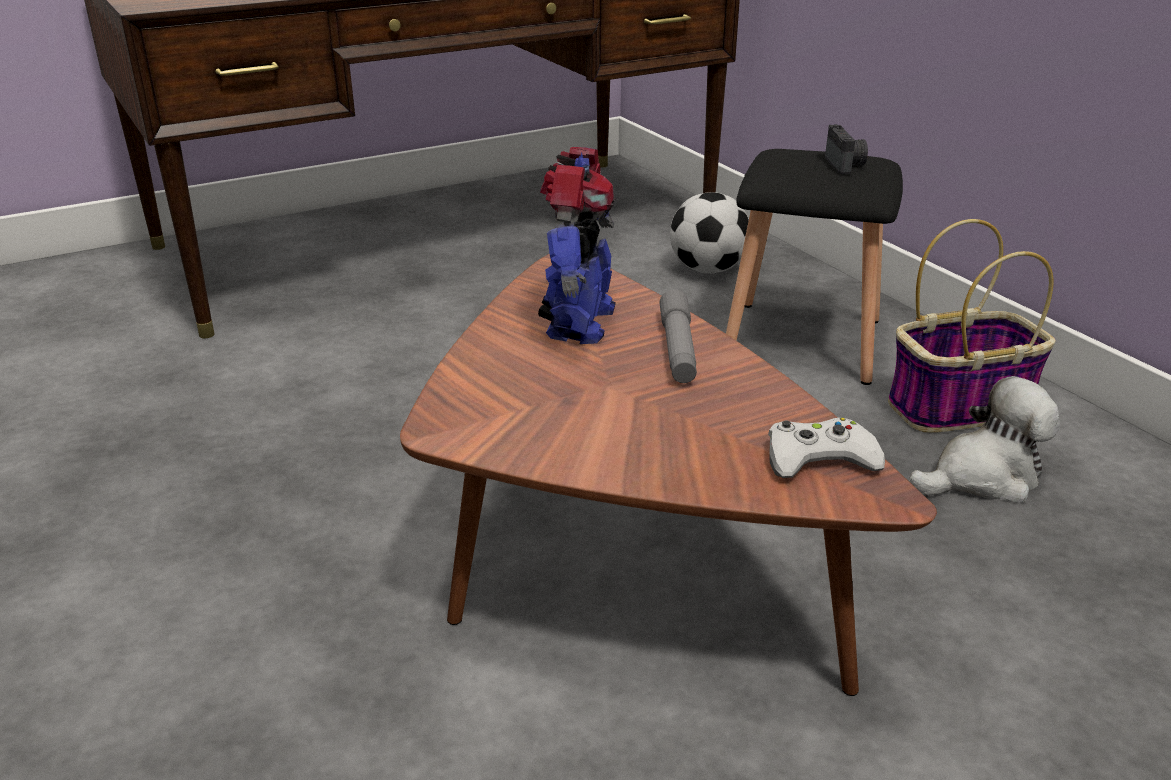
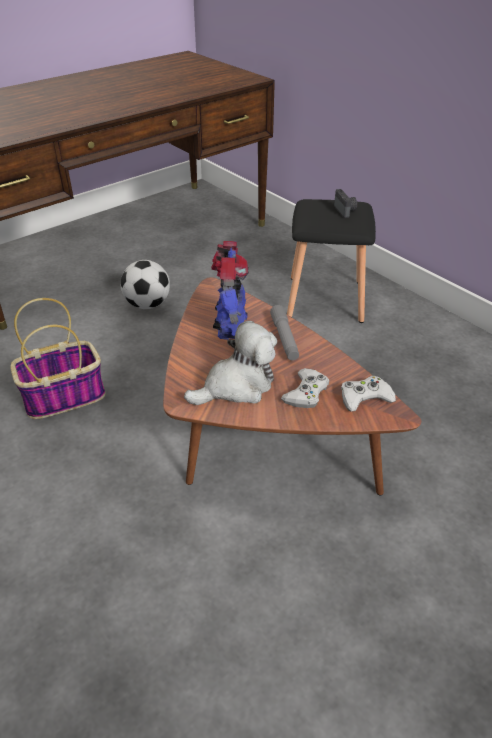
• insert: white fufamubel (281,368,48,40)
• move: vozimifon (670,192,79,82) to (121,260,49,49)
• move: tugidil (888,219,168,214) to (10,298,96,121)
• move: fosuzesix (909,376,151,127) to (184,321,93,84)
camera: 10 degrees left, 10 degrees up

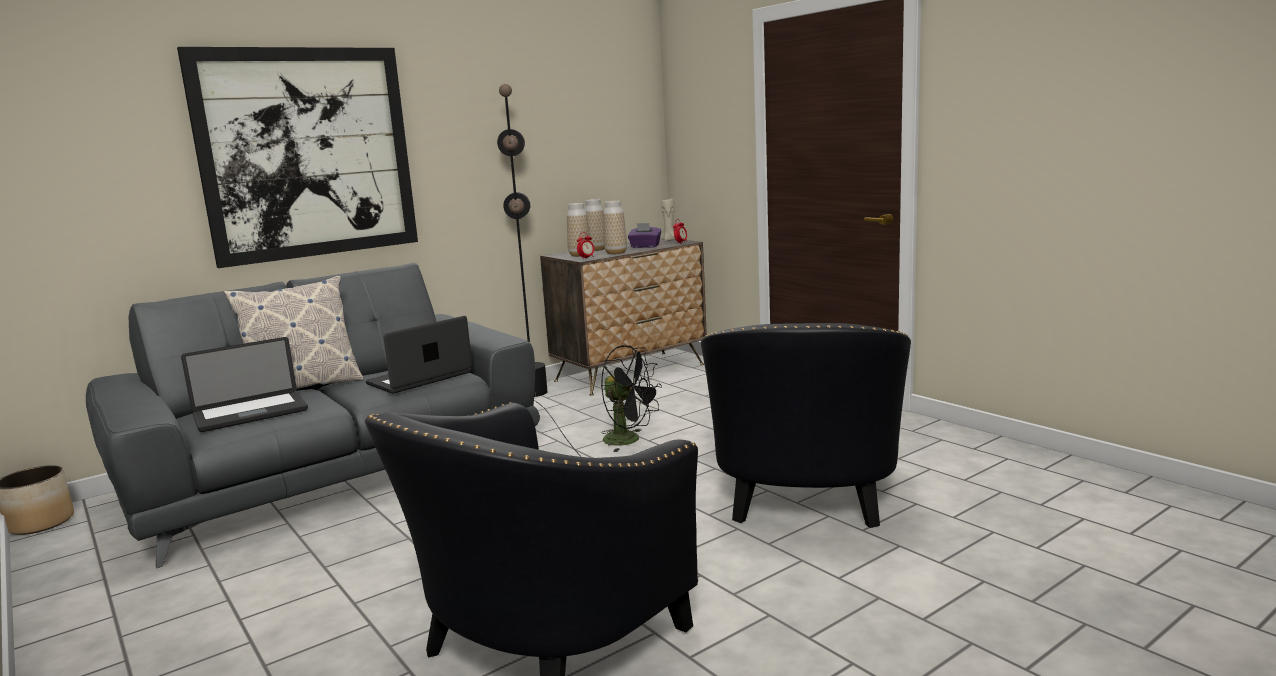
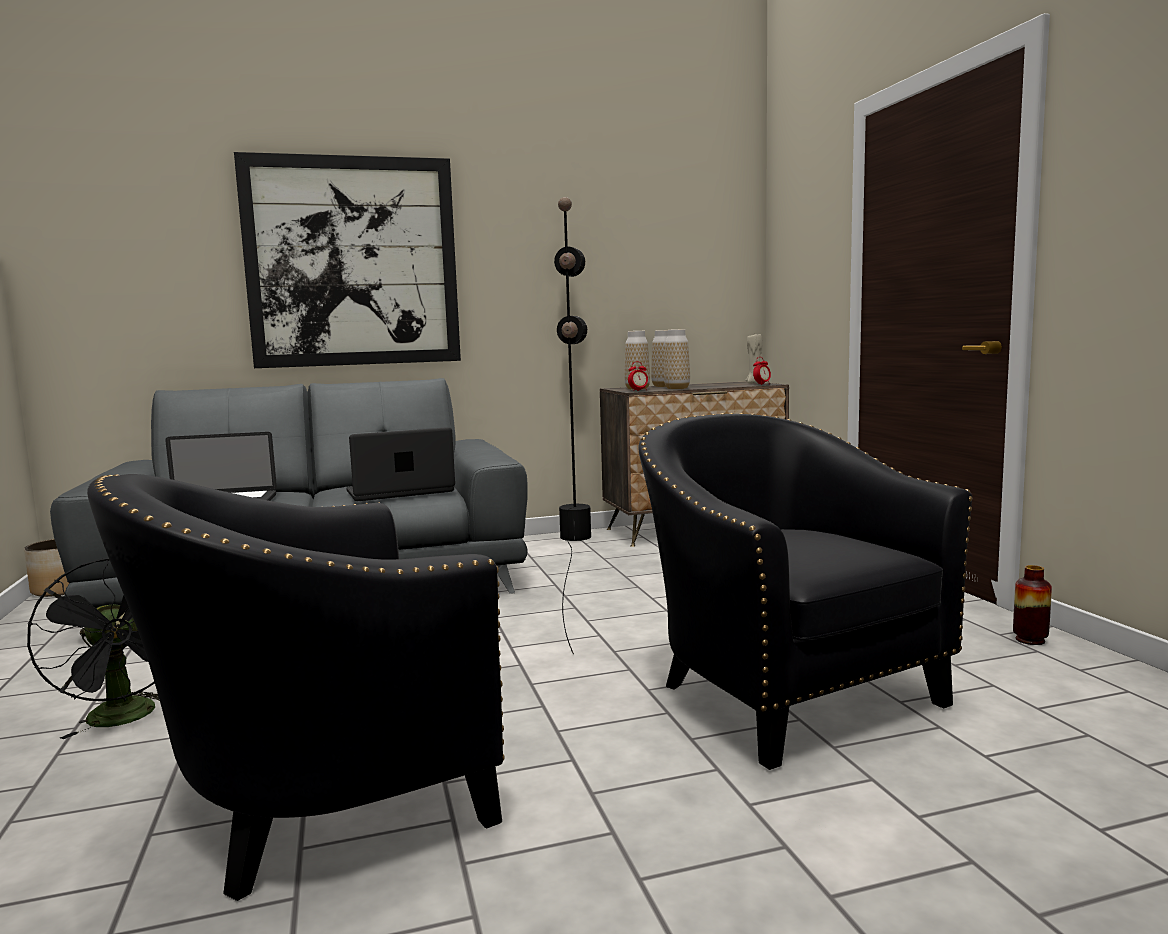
• delete: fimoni (224,276,139,113)
• delete: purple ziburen (628,223,33,25)
• insert: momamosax (1013,565,39,80)
• move: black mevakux (601,345,61,107) to (27,558,133,181)
• rotate: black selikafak (701,323,210,205) = (638,413,334,357) 120 degrees clockwise
camera: 20 degrees right, 5 degrees down

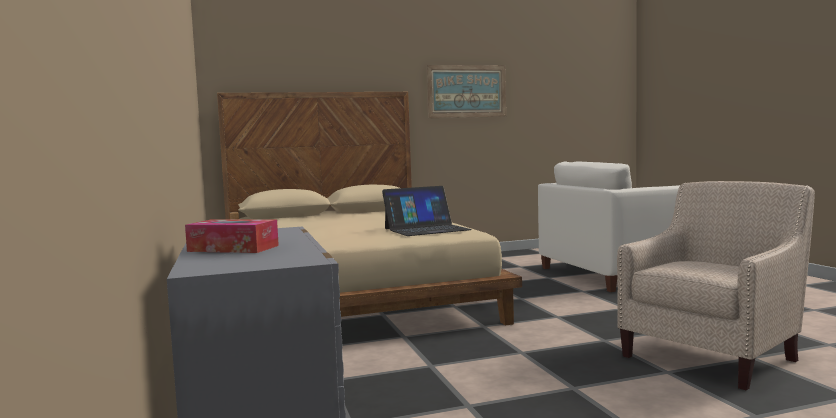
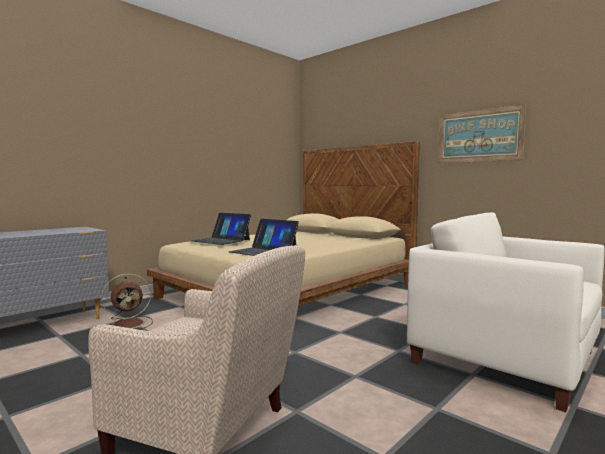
• delete: ziburen (185,220,94,33)
• insert: brown mevakux (101,274,52,56)
• insert: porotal (191,213,60,32)
camera: 60 degrees right, 0 degrees up

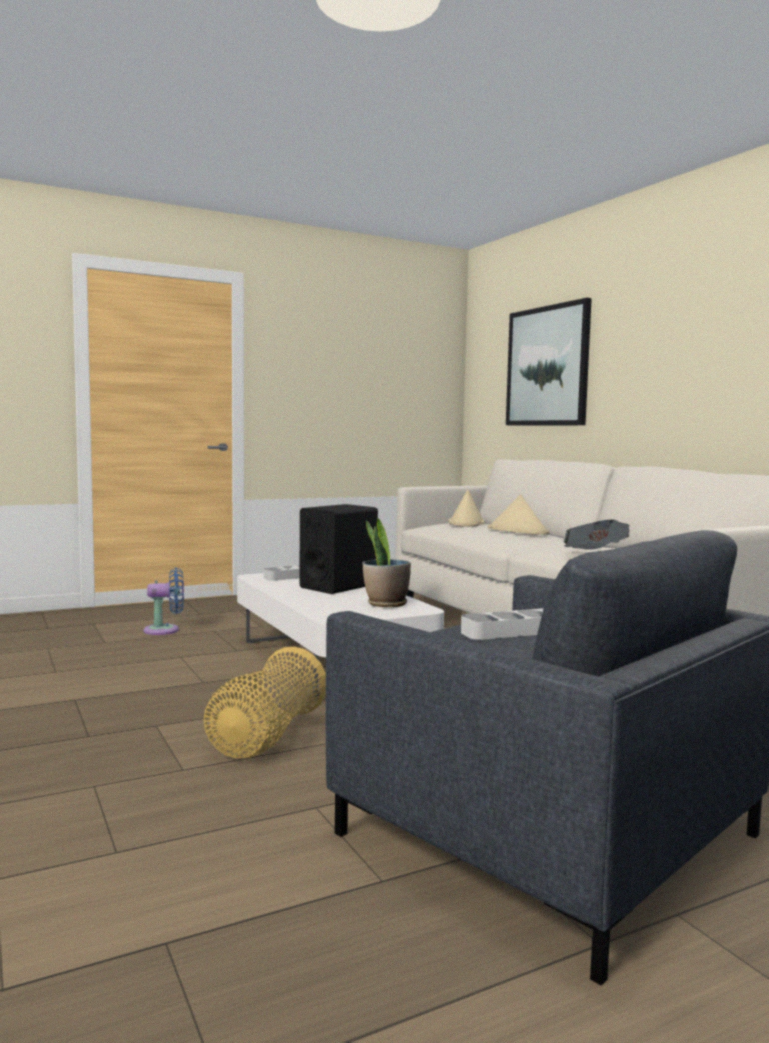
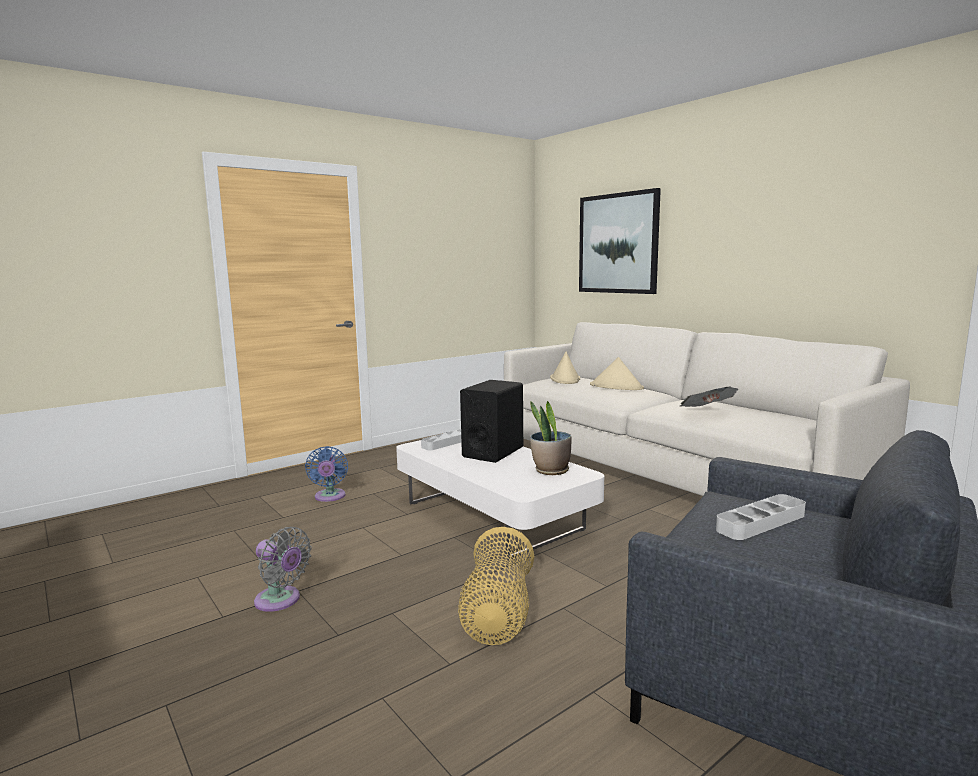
• insert: grey mevakux (254,527,58,85)
• rotate: blue mevakux (144,567,40,68) = (305,446,43,56) 105 degrees clockwise
camera: 10 degrees left, 5 degrees up

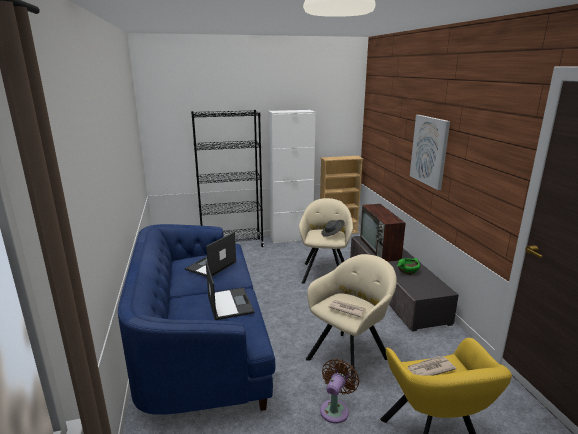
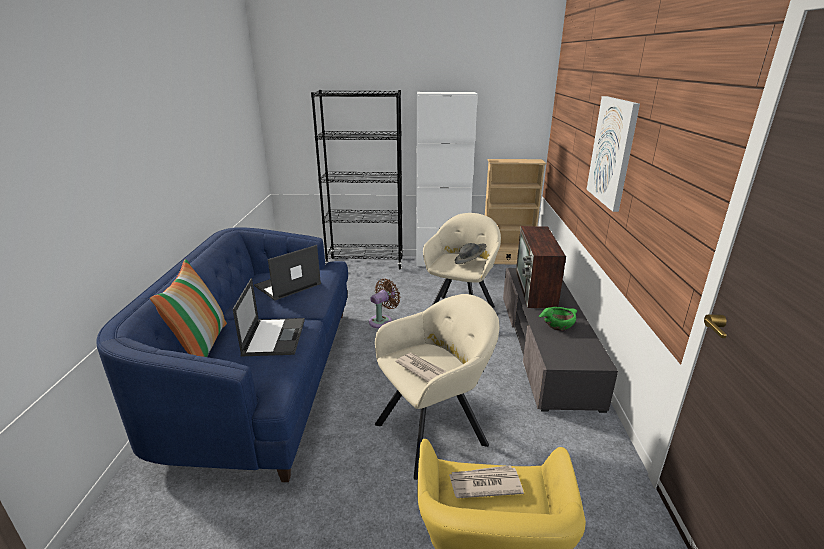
• insert: fimoni (150,259,77,98)
• move: brown mevakux (320,359,39,64) to (369,279,31,49)
camera: 15 degrees right, 5 degrees up

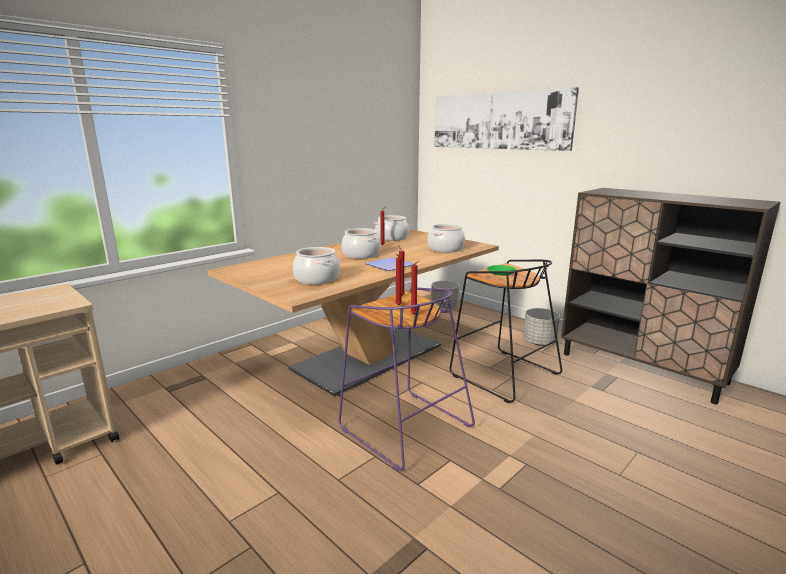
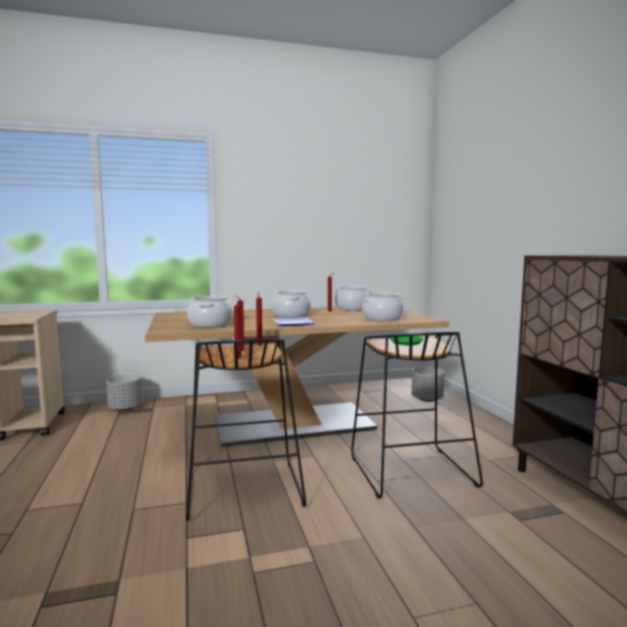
• delete: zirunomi (434,87,145,64)
• move: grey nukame (523,308,37,38) to (106,374,37,37)
• recolor: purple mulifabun (339,288,136,183) to black mulifabun (186,339,120,182)
camera: 30 degrees right, 10 degrees down

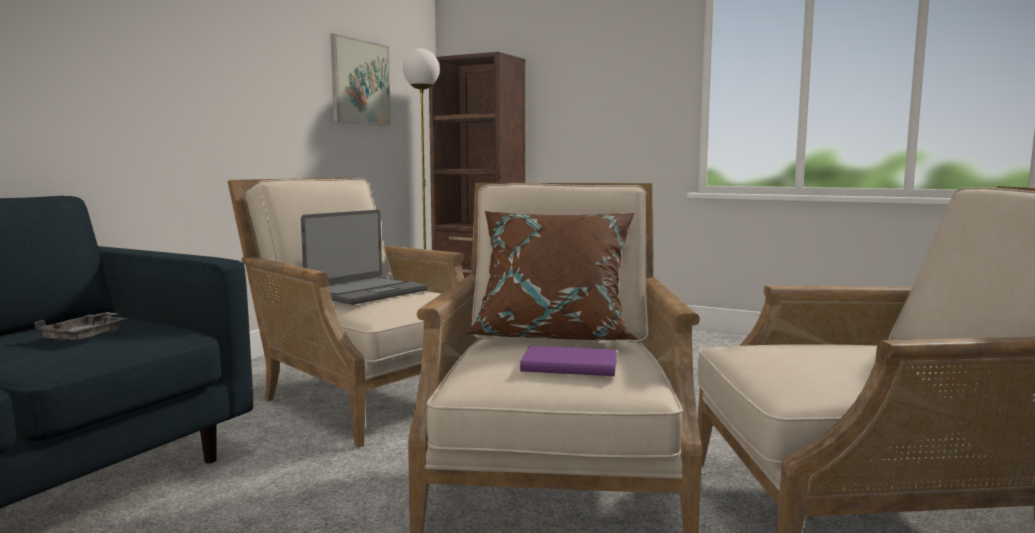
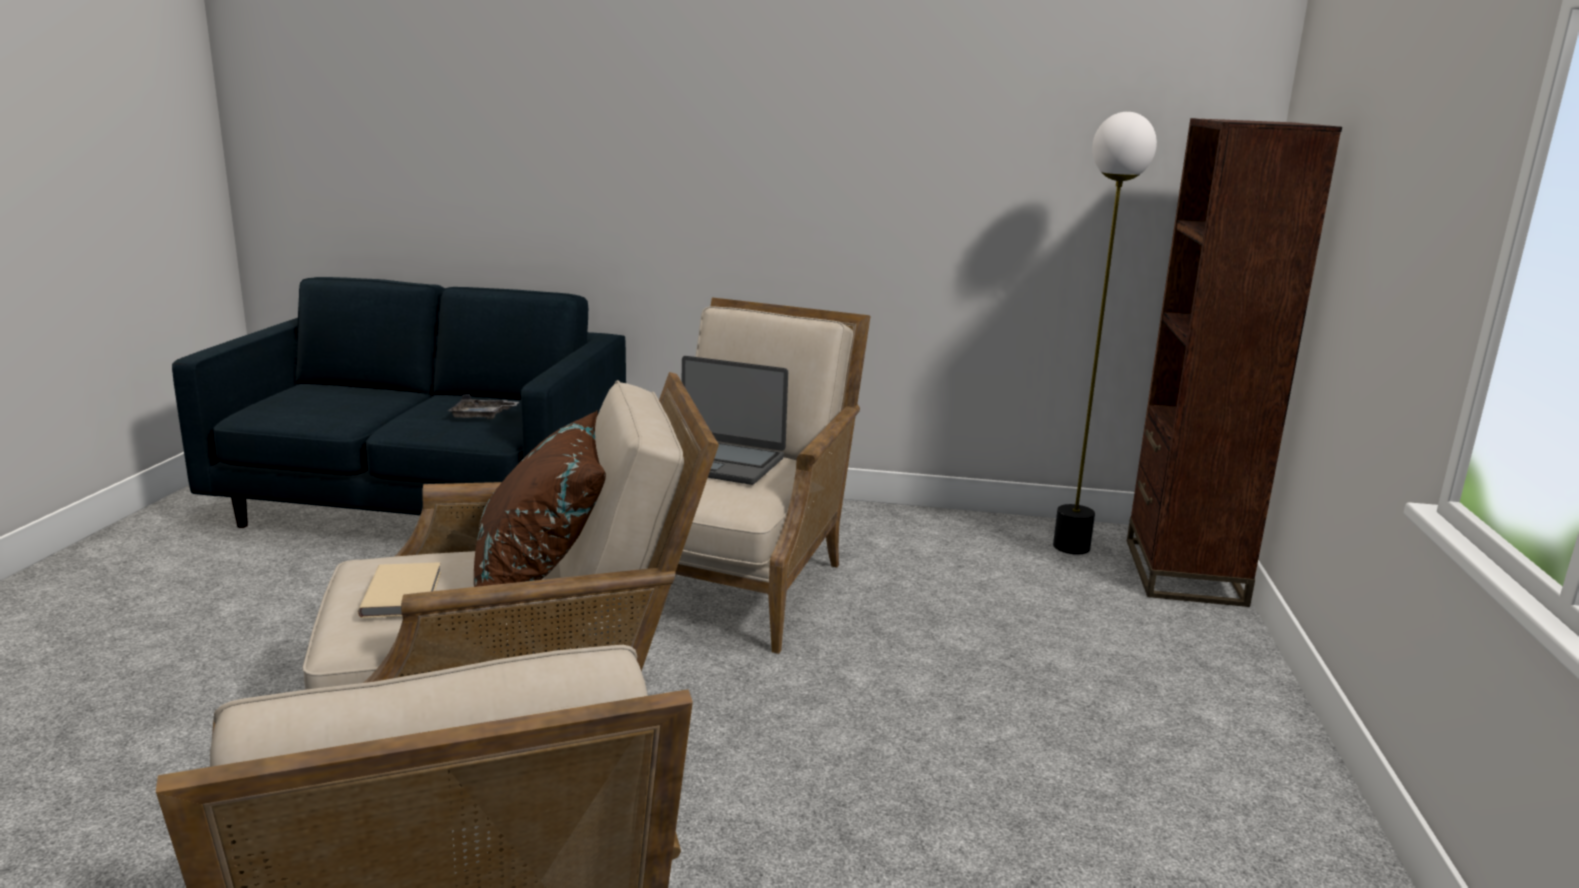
• delete: zirunomi (330,33,61,93)
• recolor: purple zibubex (520,346,97,30) to beige zibubex (358,562,83,56)
camera: 70 degrees right, 10 degrees up

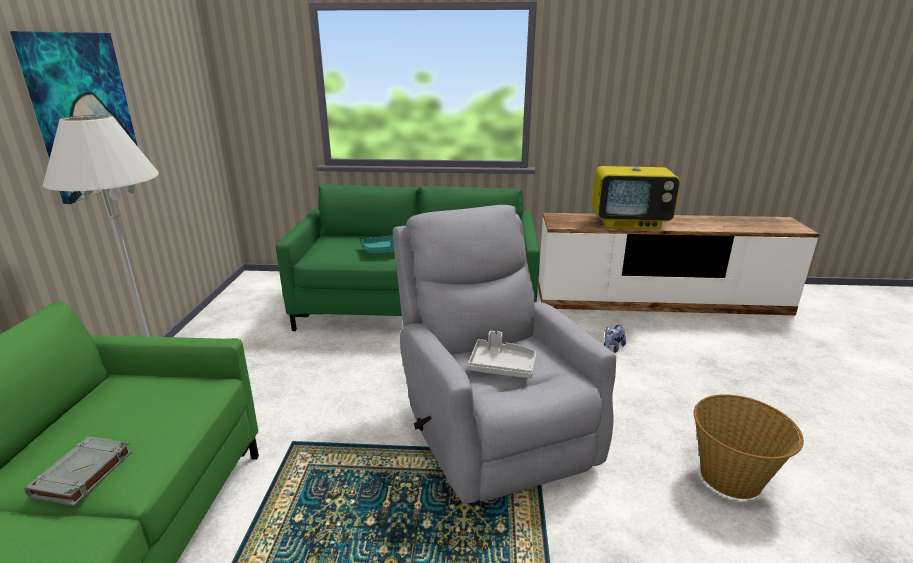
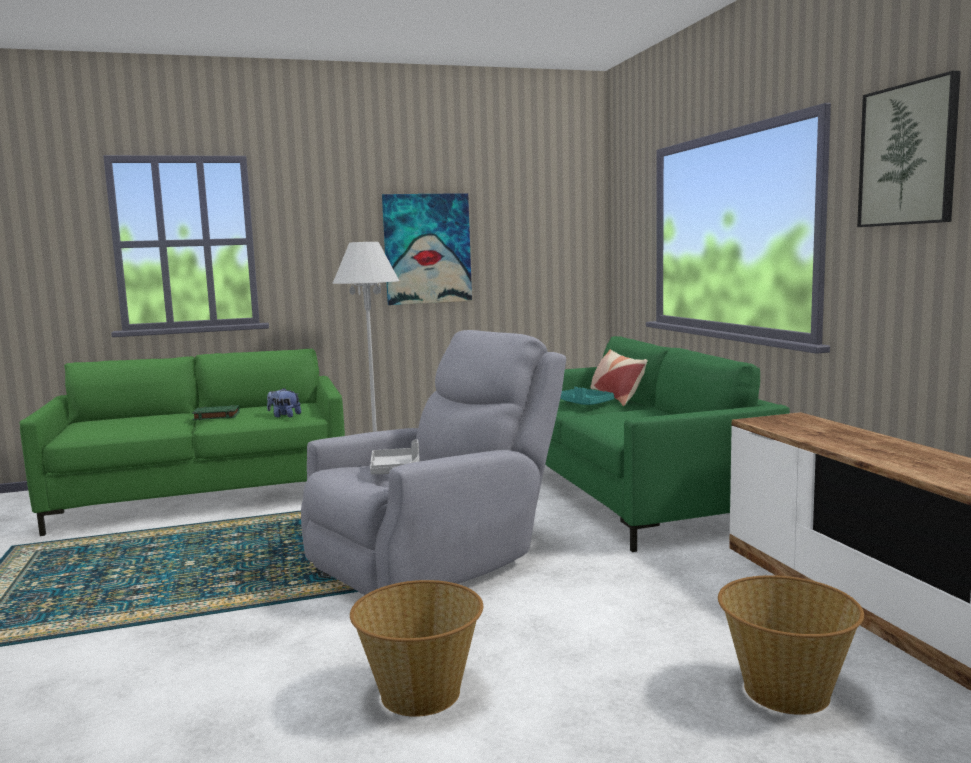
• delete: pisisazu (592,136,88,93)
• insert: fimoni (590,349,58,57)
• insert: tugidil (718,575,146,140)
• insert: zirunomi (857,71,104,156)
• move: fosuzesix (604,324,22,29) to (267,388,34,29)
• recolor: grey zibubex (24,436,108,70) to green zibubex (192,405,48,15)
camera: 70 degrees right, 15 degrees down

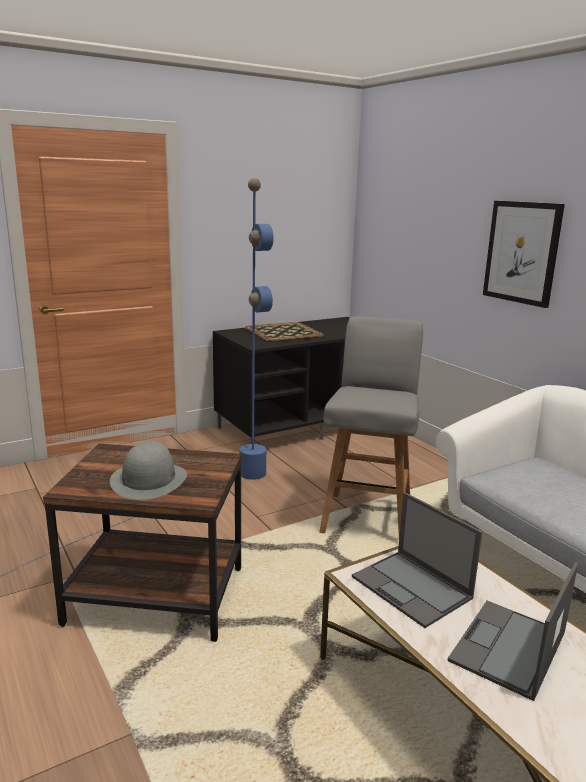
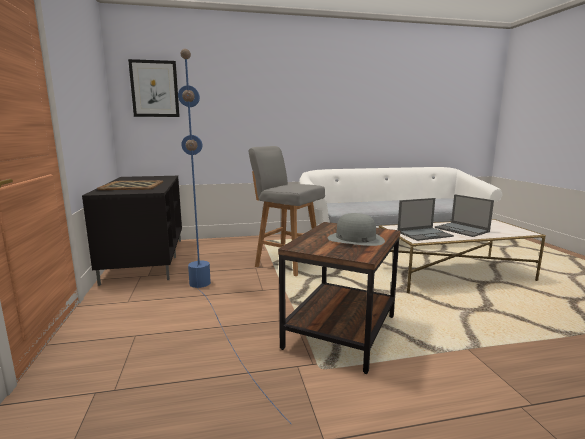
• move: zirunomi (483,201,82,107) to (128,59,52,58)
camera: 70 degrees left, 5 degrees down

